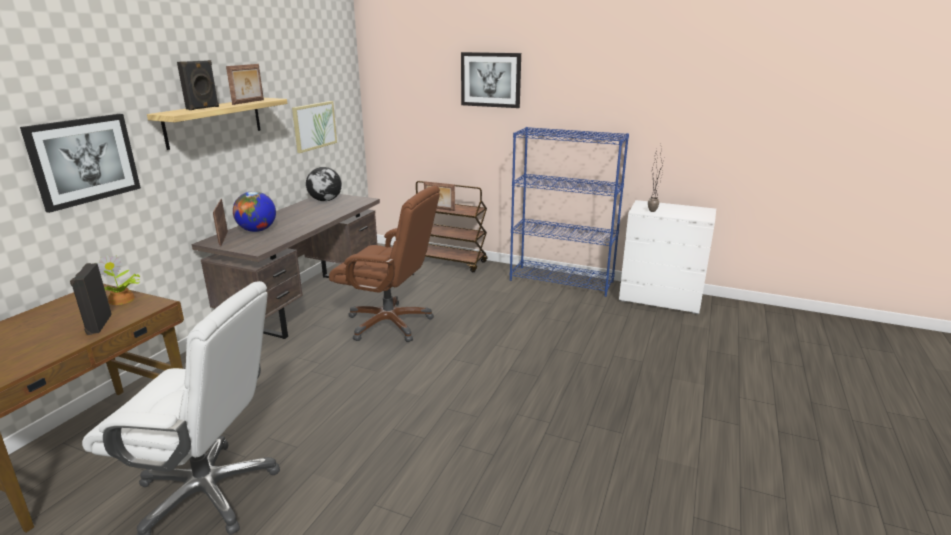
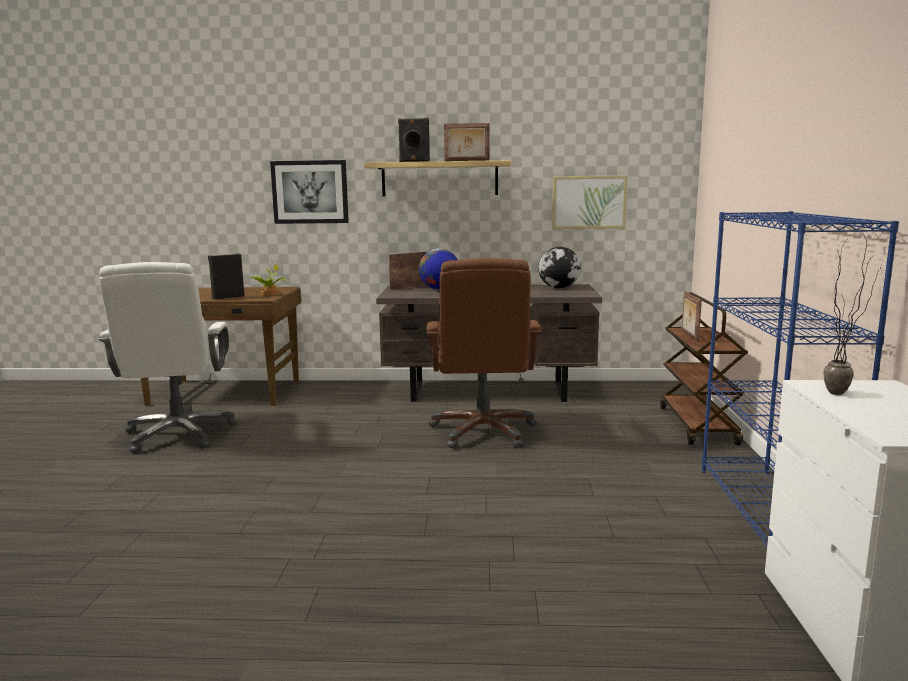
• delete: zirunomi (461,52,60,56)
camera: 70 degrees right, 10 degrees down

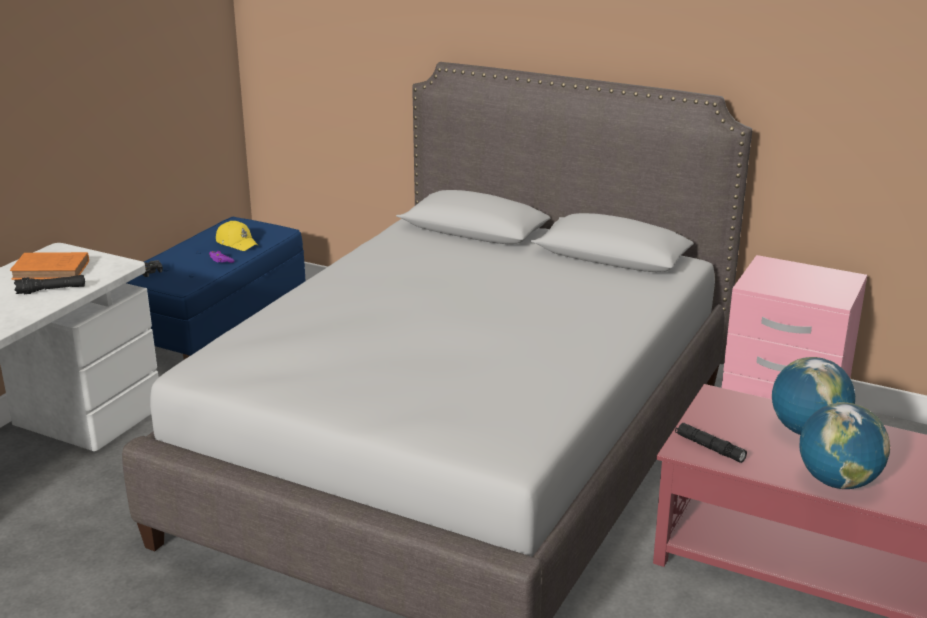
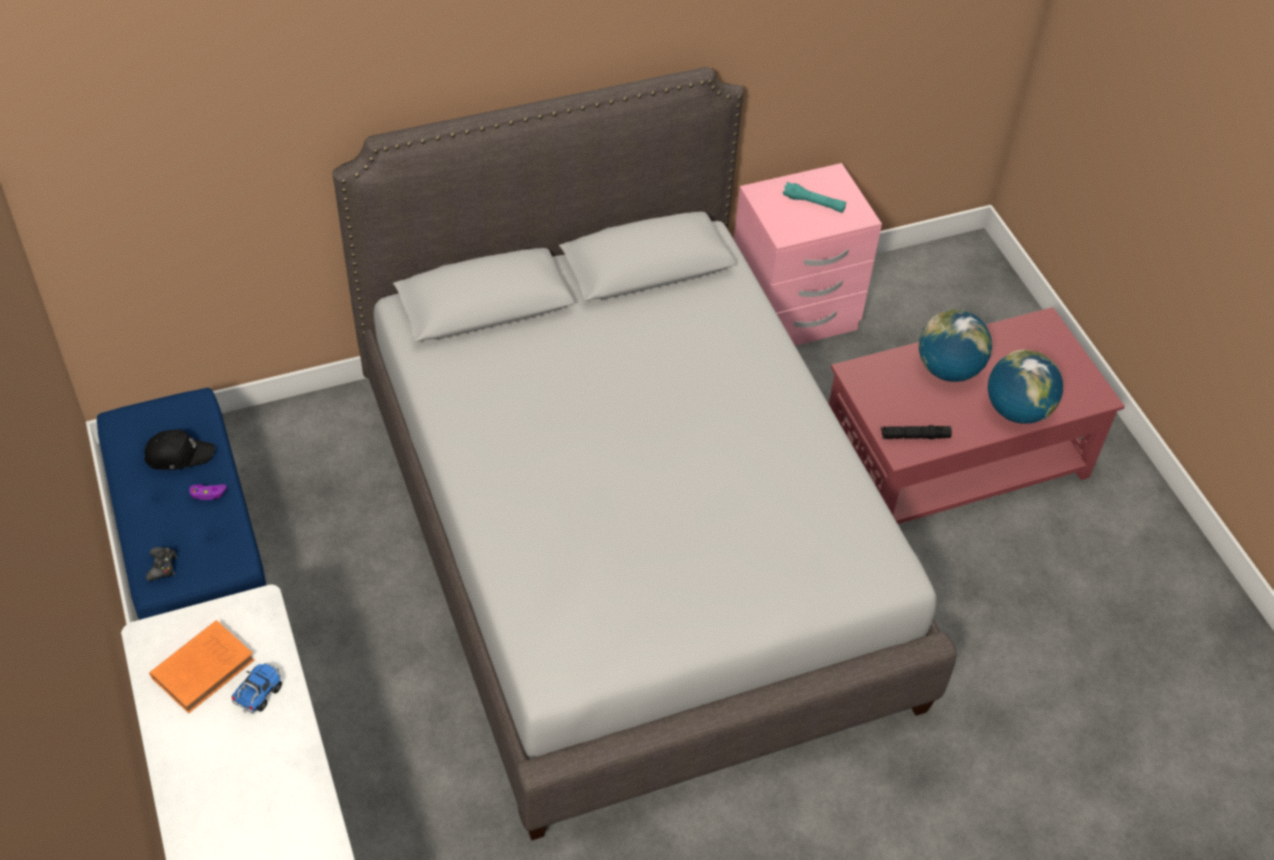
• insert: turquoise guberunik (783,182,63,31)
• replace: black guberunik (14,275,71,19) to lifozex (231,663,51,51)
• recolor: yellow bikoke (216,221,42,30) to black bikoke (144,429,71,41)
camera: 50 degrees left, 25 degrees up

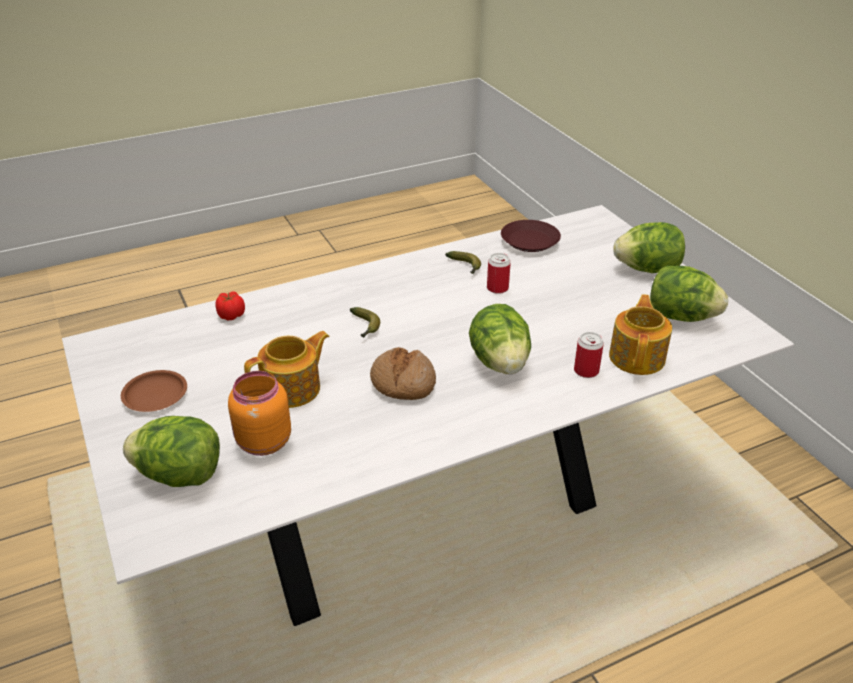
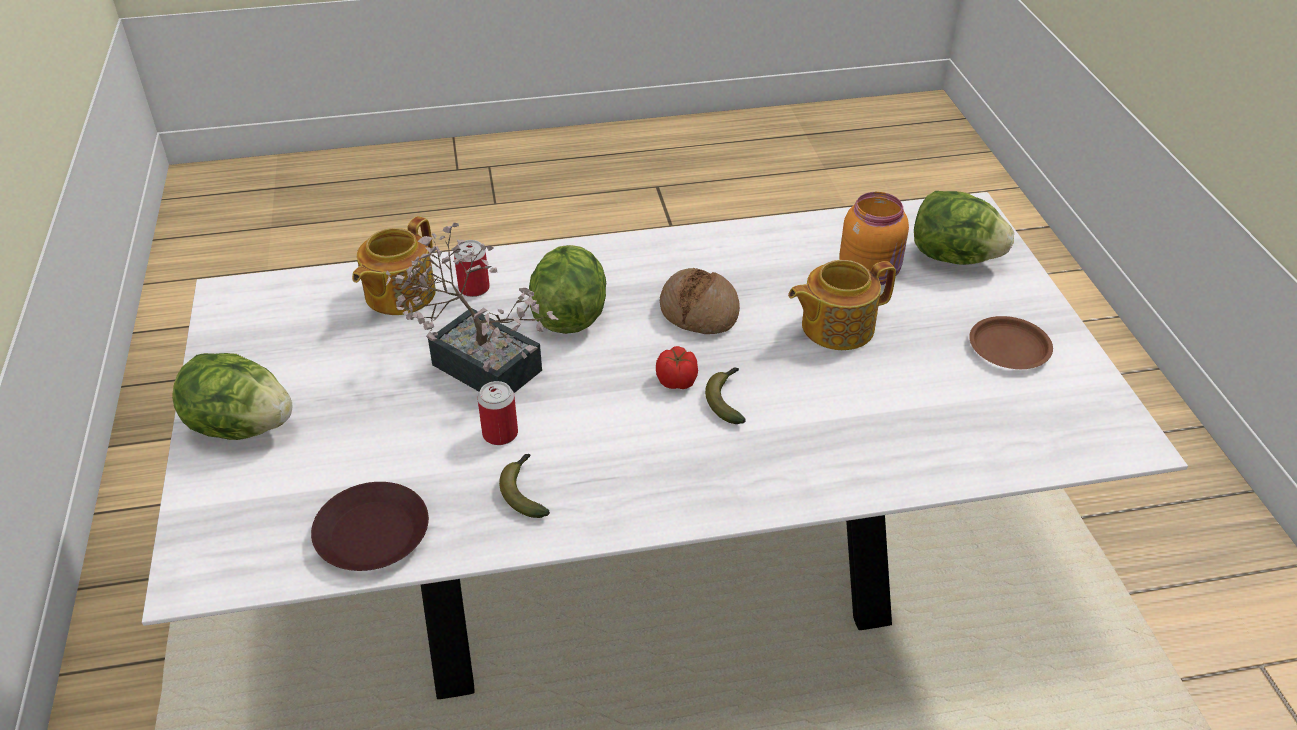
• delete: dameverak (650,266,78,56)
• insert: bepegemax (386,223,172,170)
• move: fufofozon (215,292,30,28) to (656,346,42,43)
camera: 165 degrees left, 5 degrees up

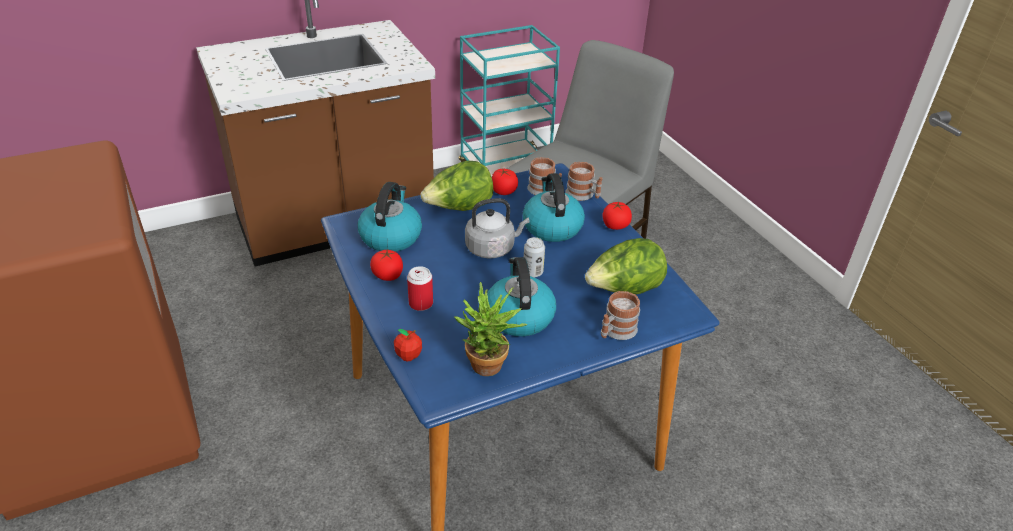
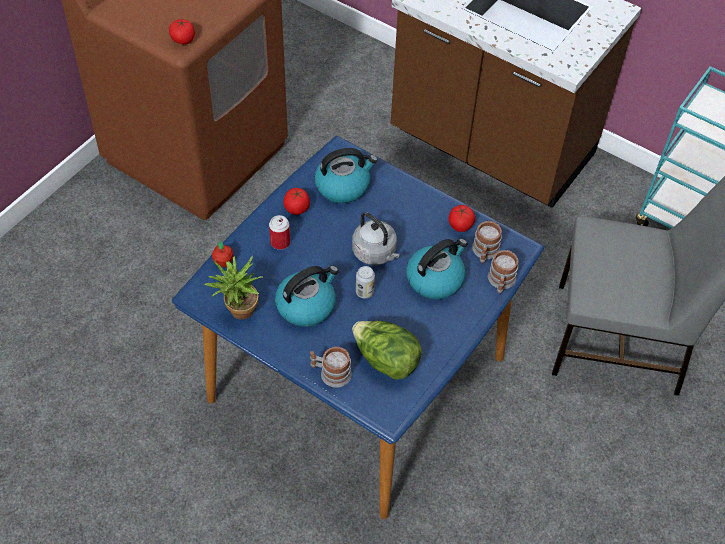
• delete: dameverak (421,161,72,50)
• move: fufofozon (603,201,29,29) to (169,19,26,25)
camera: 60 degrees right, 15 degrees up

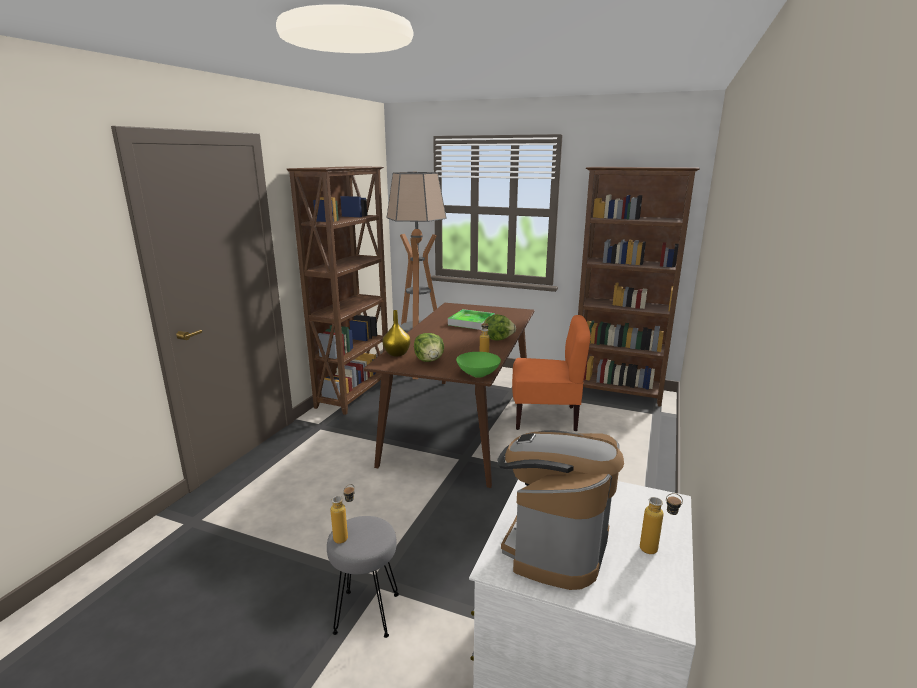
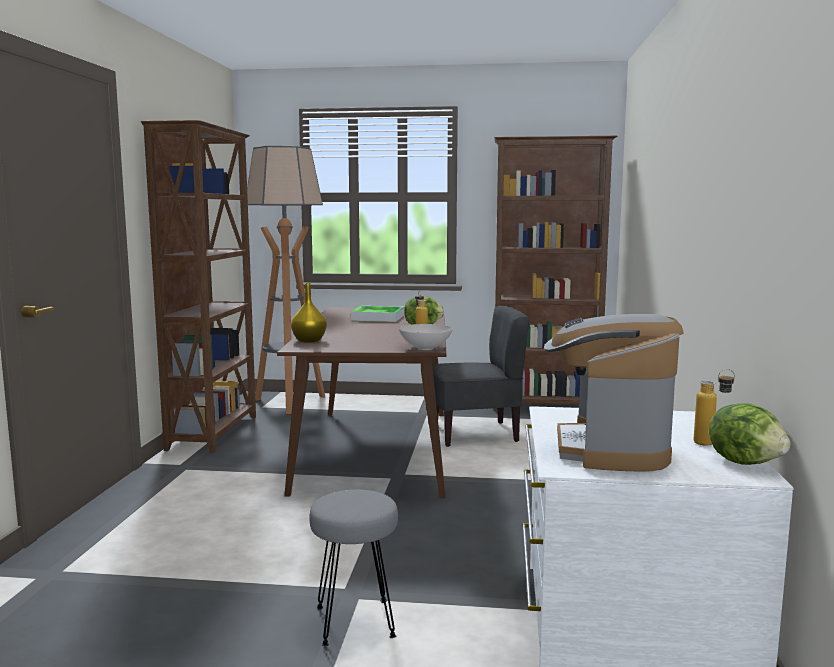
• delete: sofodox (330,484,24,60)
• move: dameverak (414,333,30,29) to (709,403,81,62)
• recolor: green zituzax (456,352,45,26) to white zituzax (399,324,54,26)
• recolor: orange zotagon (512,315,79,116) to grey zotagon (432,306,97,141)
camera: 15 degrees left, 10 degrees down

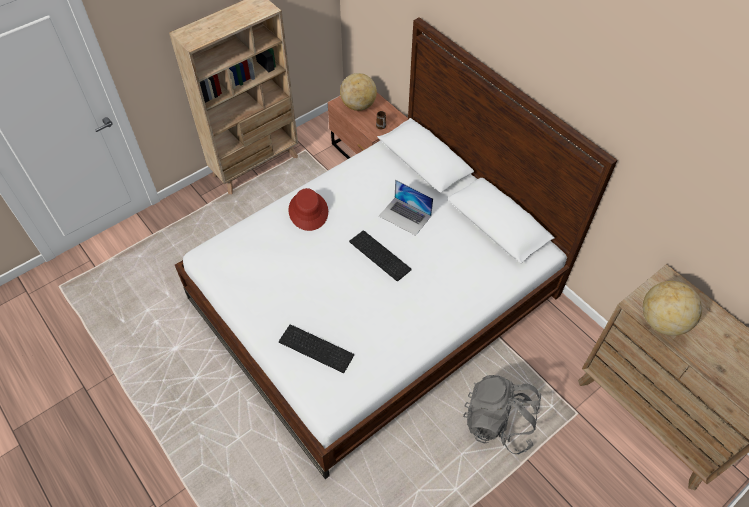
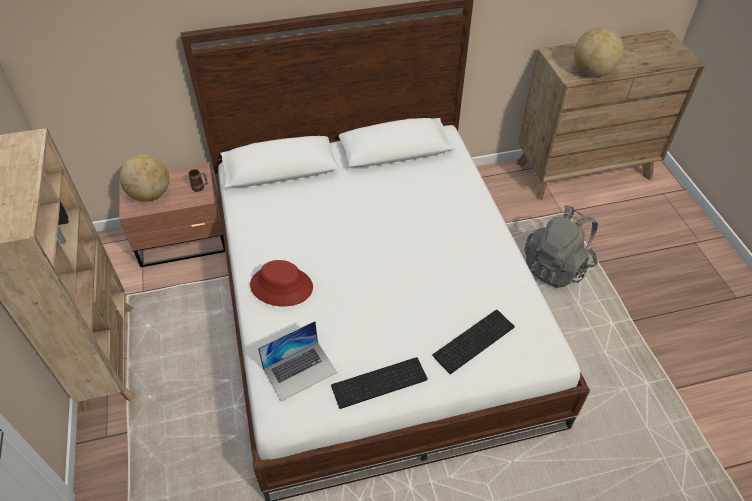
• move: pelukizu (349,230,63,51) to (331,357,97,52)
• move: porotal (379,179,54,57) to (258,321,79,80)
camera: 65 degrees left, 5 degrees down

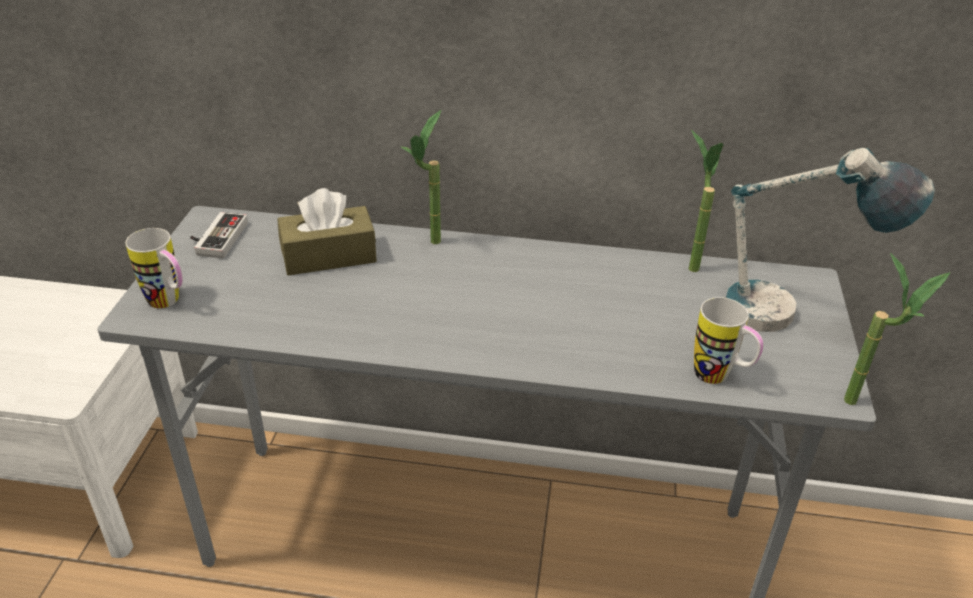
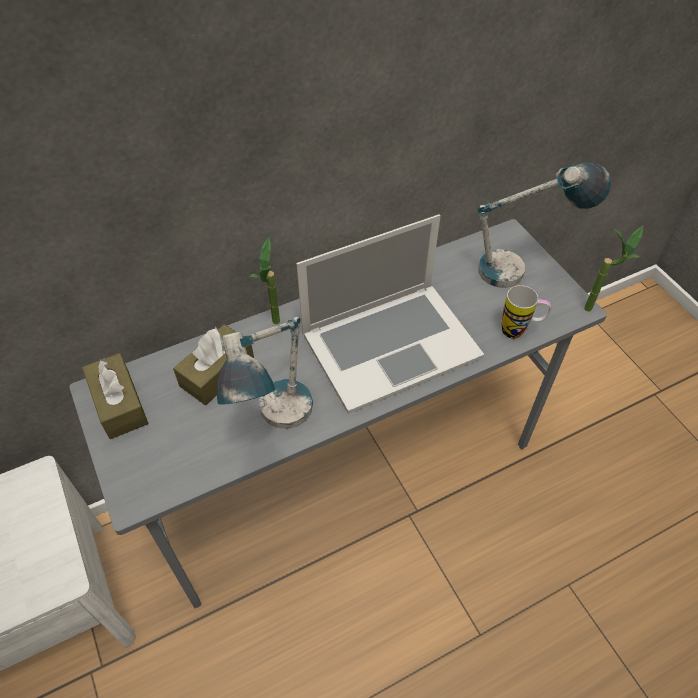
• delete: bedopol (125,228,58,80)
• delete: bepegemax (689,130,35,142)
• insert: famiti (217,316,96,113)
• insert: porotal (296,214,188,200)
• replace: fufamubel (190,212,58,46) to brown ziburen (82,353,66,86)
camera: 35 degrees left, 15 degrees up

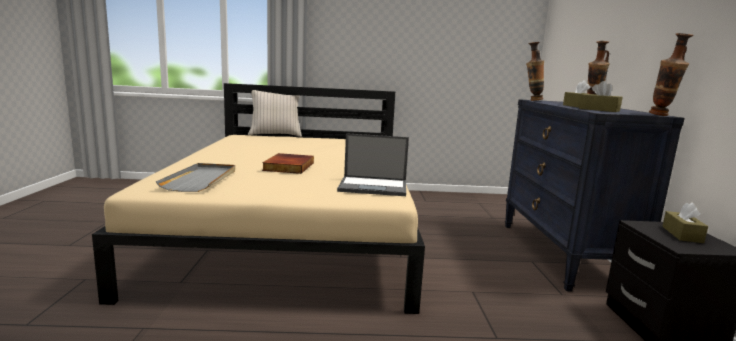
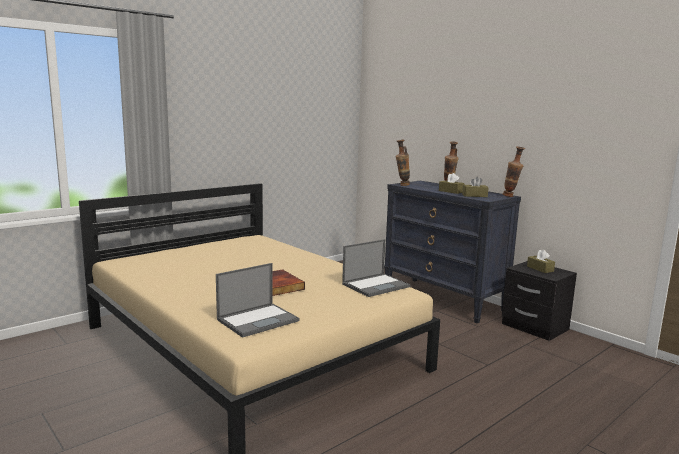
• delete: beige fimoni (248,90,54,47)
• replace: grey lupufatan (156,163,79,29) to porotal (216,263,84,75)
camera: 40 degrees left, 0 degrees up

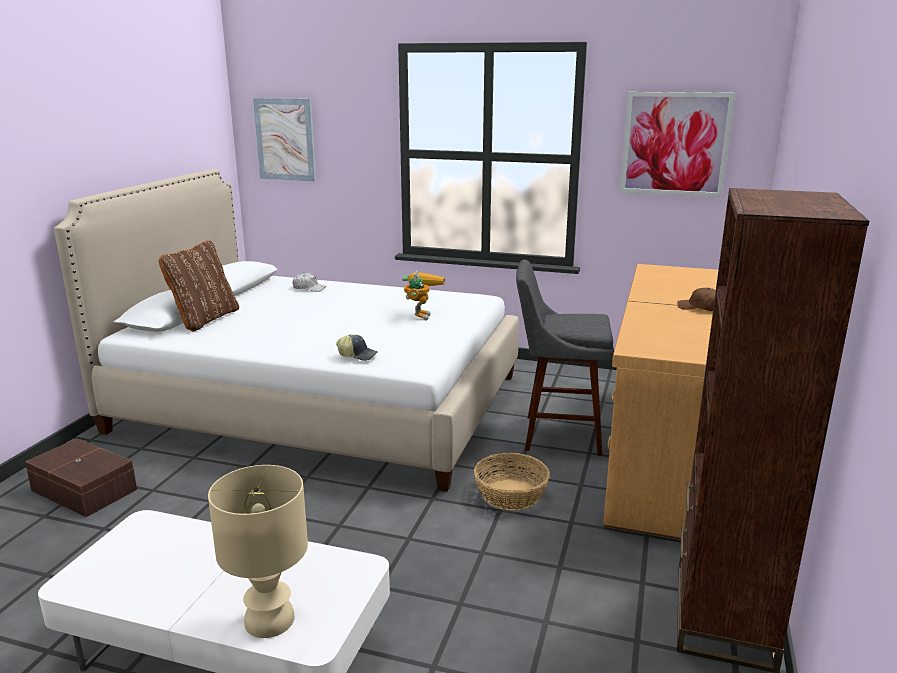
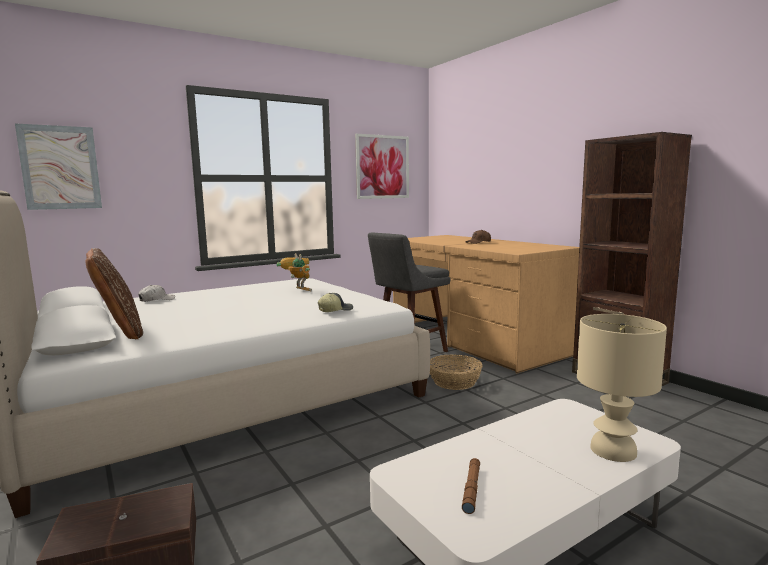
• insert: brown guberunik (462,458,18,56)
camera: 50 degrees left, 10 degrees down

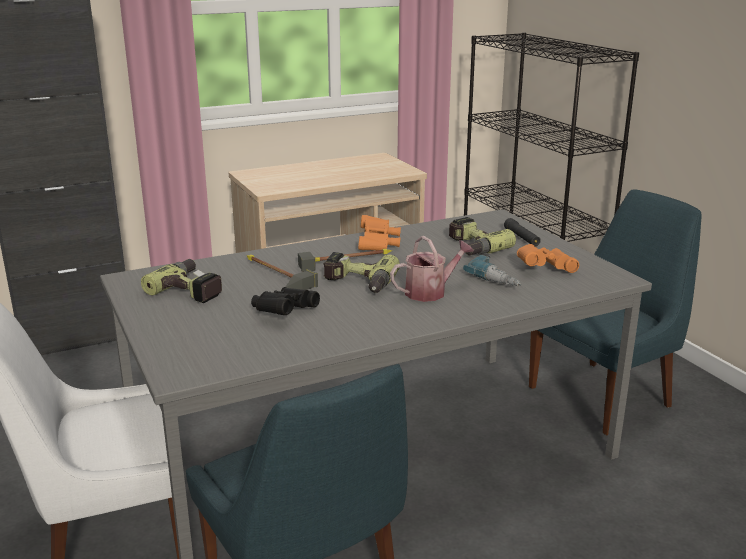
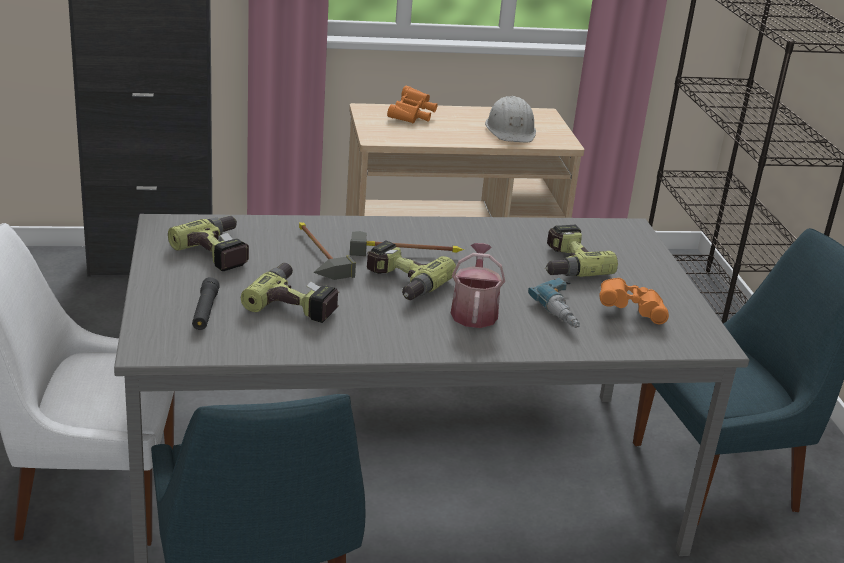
• insert: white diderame (485,96,51,46)
• move: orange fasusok (358,215,43,36) to (387,86,51,37)
• move: black guberunik (504,218,37,28) to (192,277,28,53)
• replace: black fasusok (251,287,69,28) to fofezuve (241,263,98,60)
• rotate: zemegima (390,236,84,66) = (451,243,54,85) 75 degrees counterclockwise
camera: 15 degrees right, 5 degrees up

